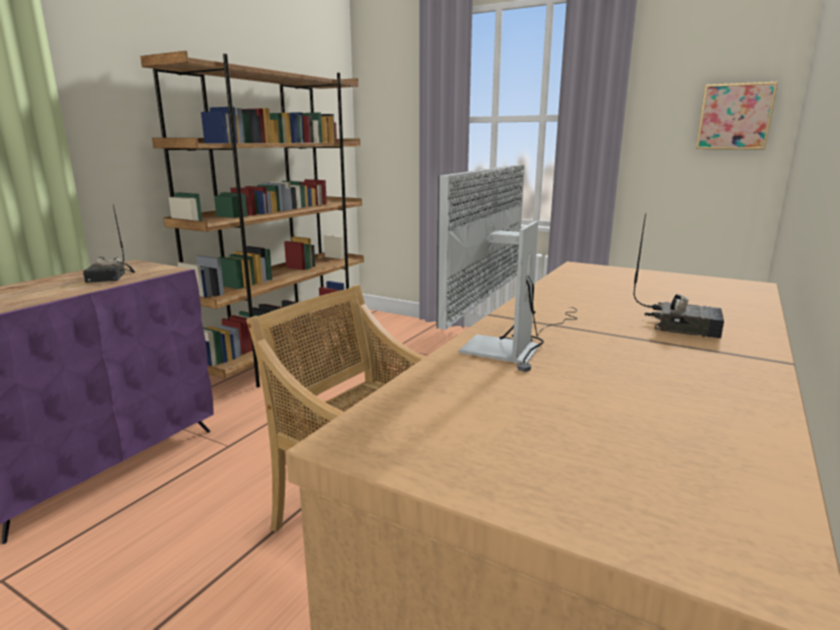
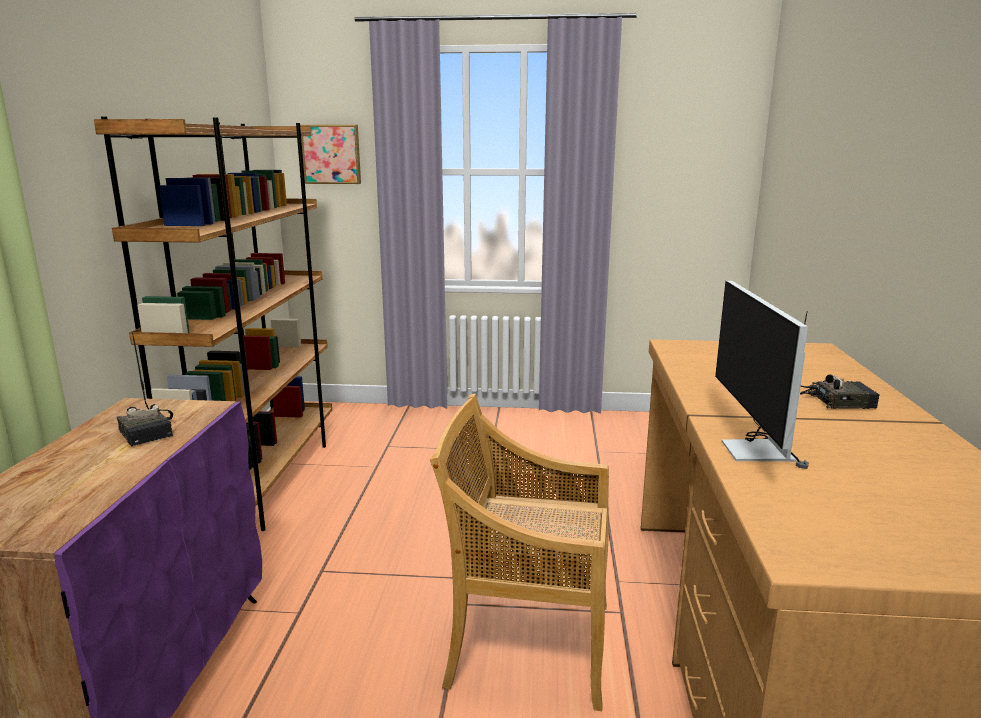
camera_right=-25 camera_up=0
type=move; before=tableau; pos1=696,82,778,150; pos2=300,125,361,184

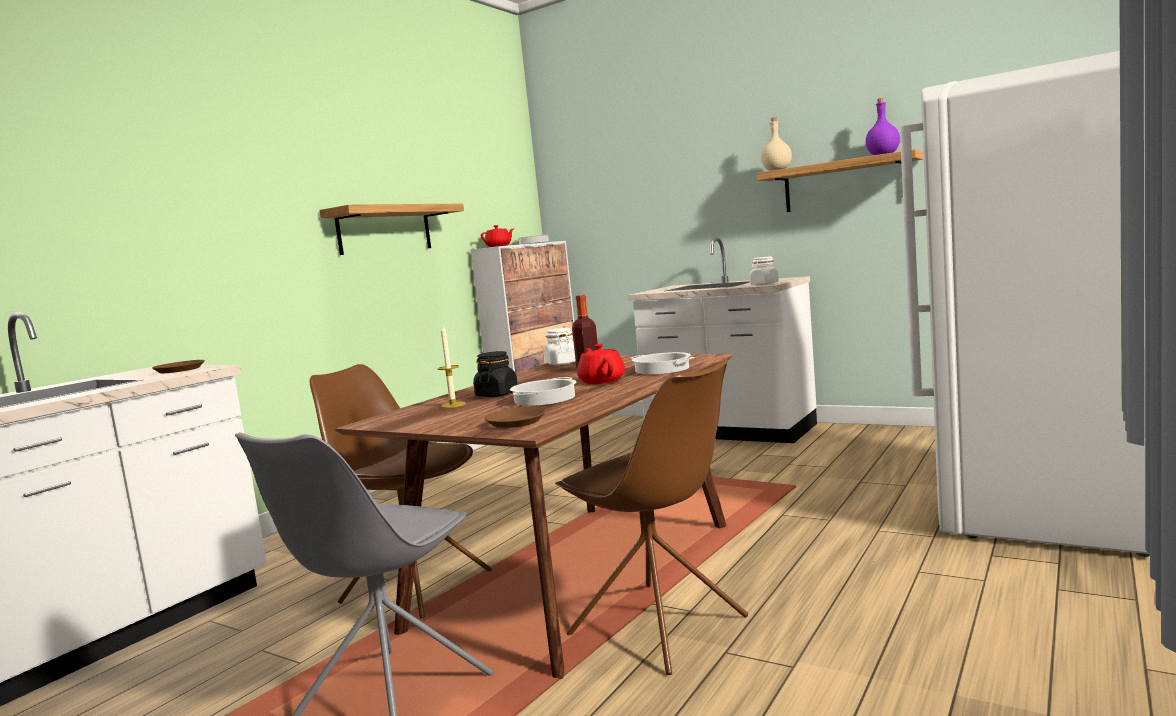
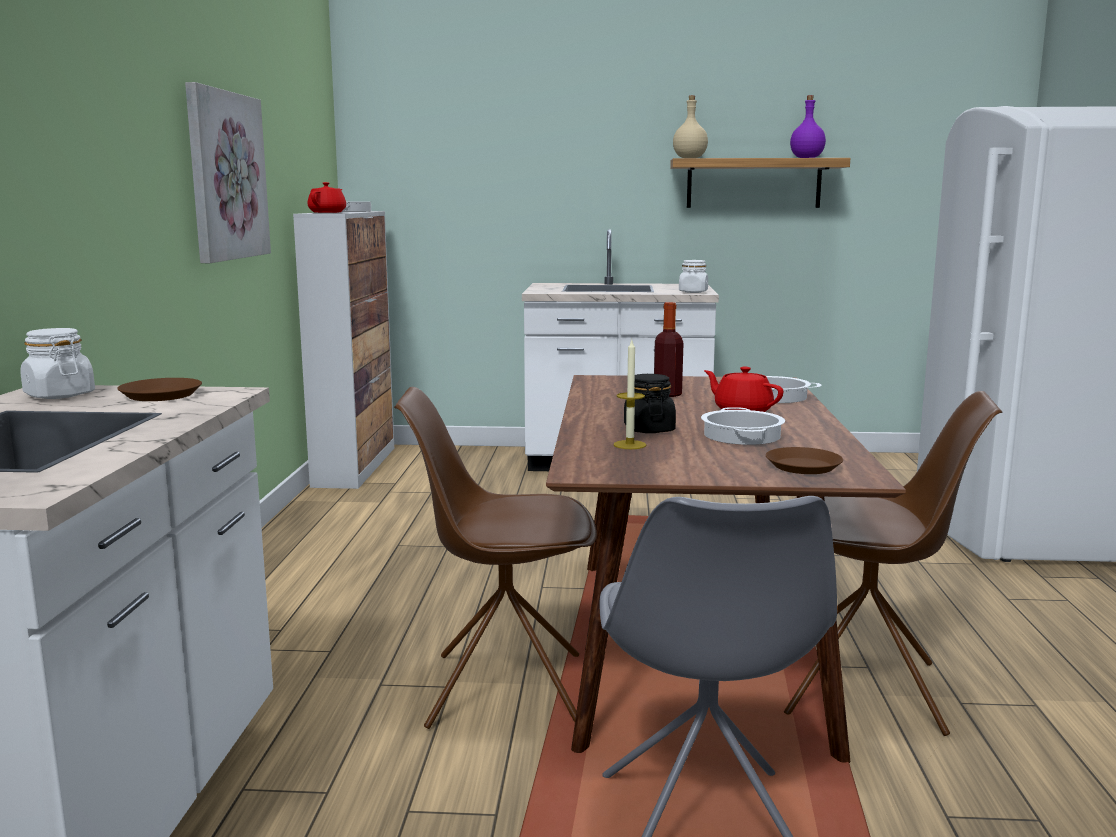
camera_right=-30 camera_up=5
type=move; before=bocal [blanc]; pos1=544,328,576,365; pos2=20,328,95,399
type=replace; before=étagère; after=tableau; pos1=319,204,464,255; pos2=185,82,271,263

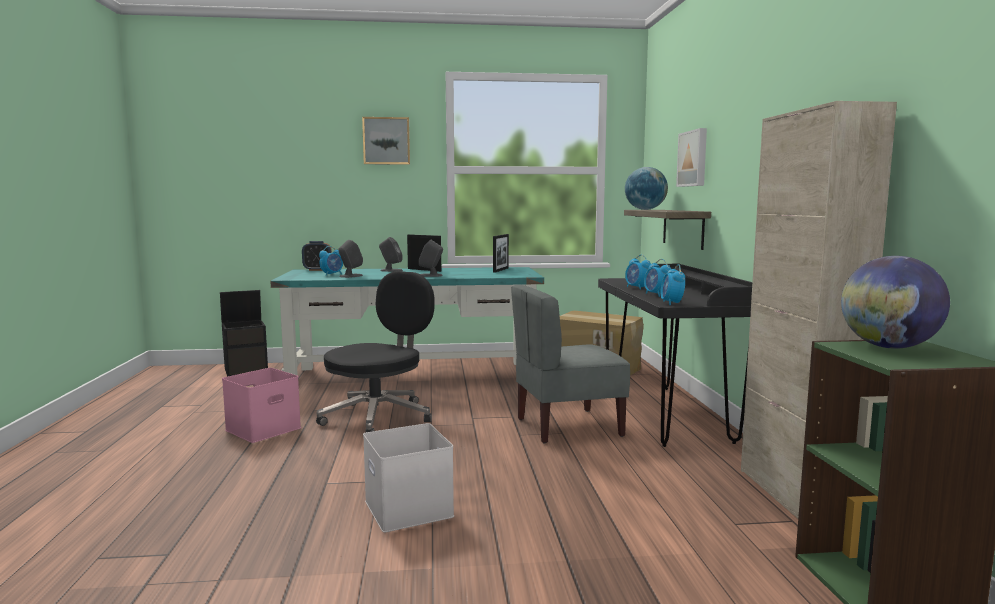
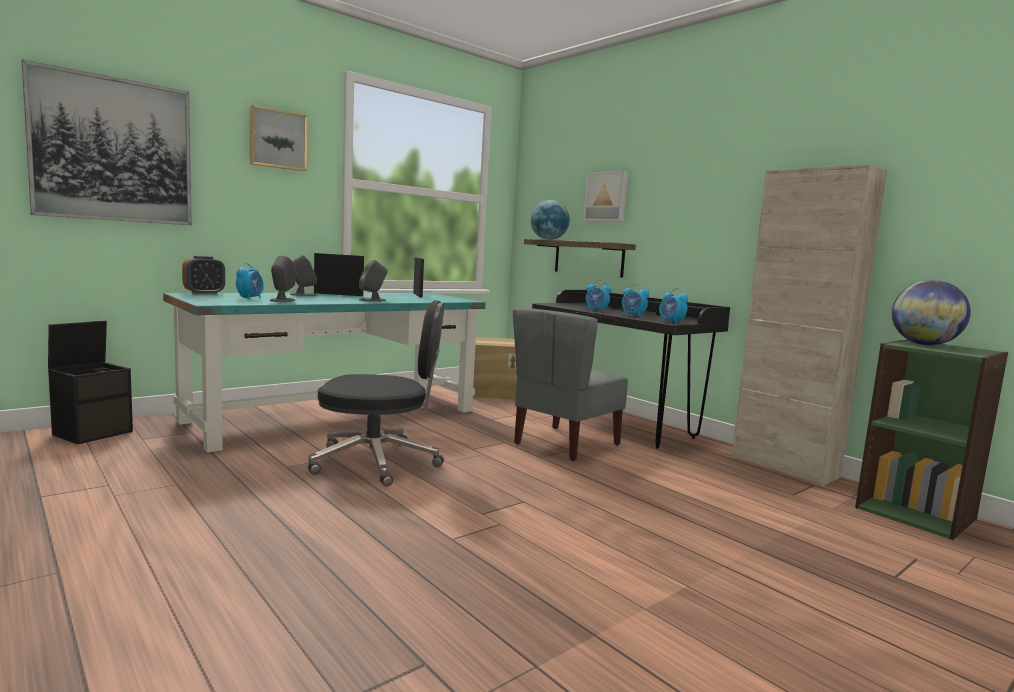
camera_right=-35 camera_up=0
type=insert; after=tableau; pos2=22,59,192,225
type=rotate; before=chaise de bureau [noir]; pos1=316,271,435,433; pos2=308,300,444,486; turn=90
type=delete; before=boîte de rangement [rose]; pos1=222,368,301,443
type=delete; before=boîte de rangement [blanc]; pos1=363,423,454,532

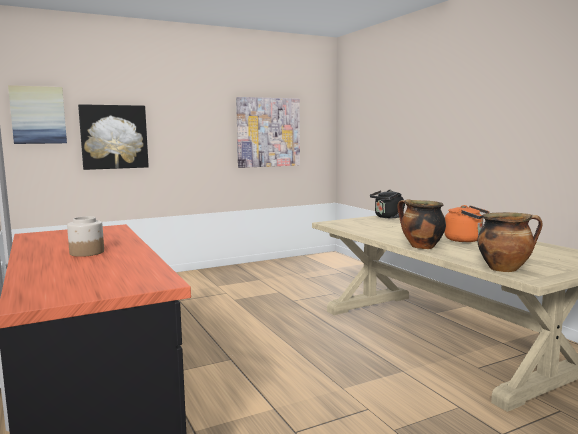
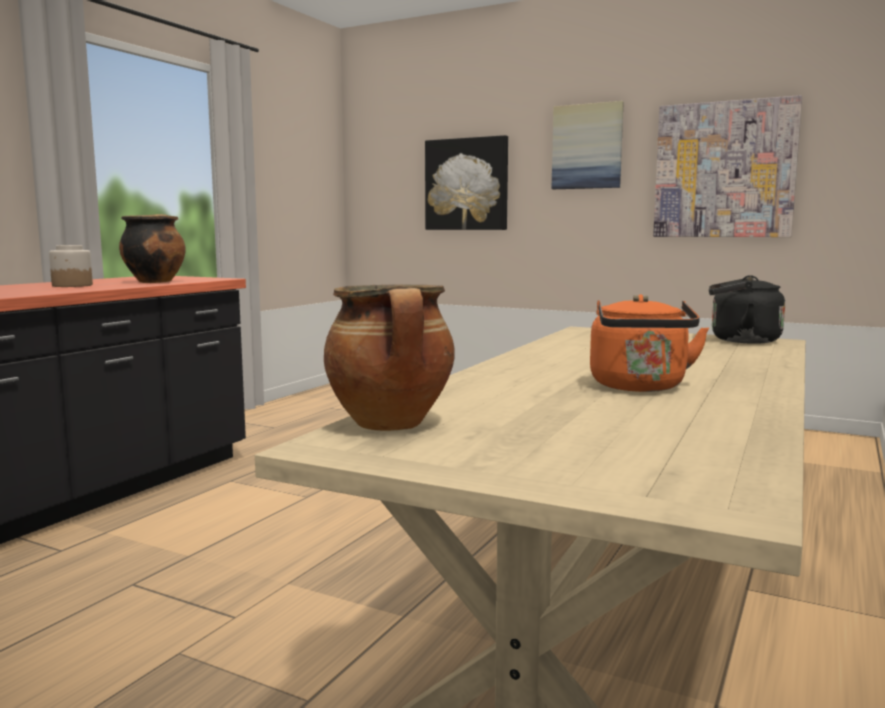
camera_right=55 camera_up=0
type=move; before=marmite; pos1=397,199,446,249; pos2=119,214,186,283
type=move; before=tableau; pos1=8,85,67,144; pos2=552,101,624,189

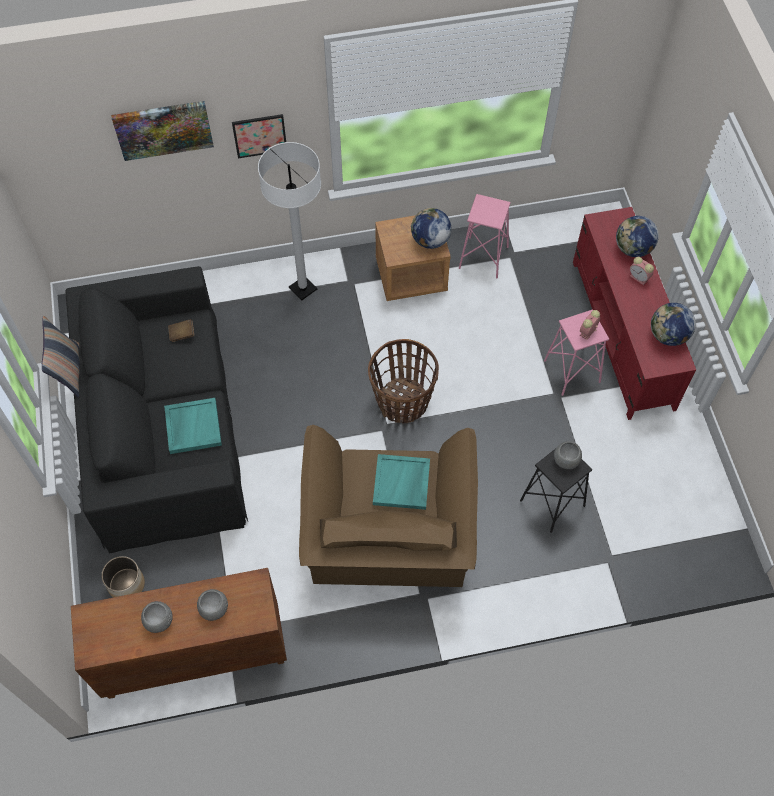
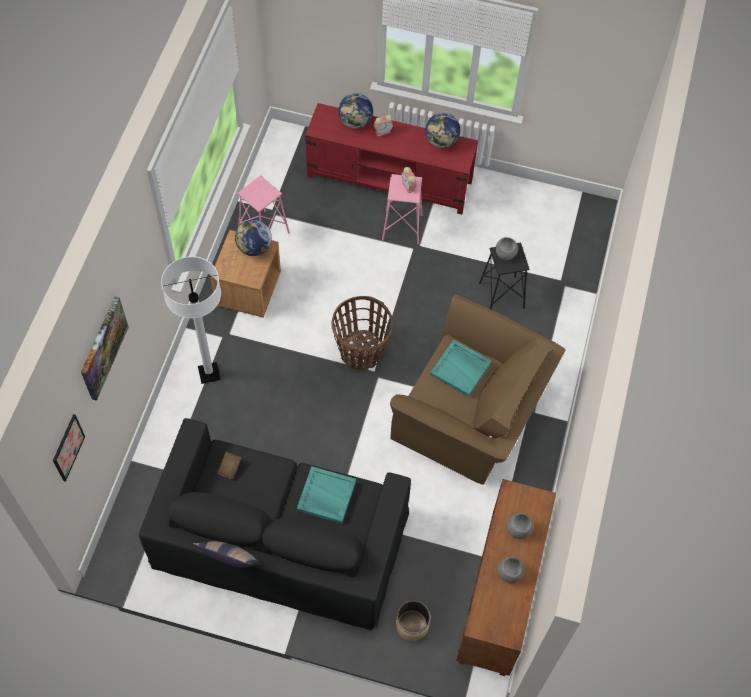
camera_right=-65 camera_up=0
type=move; before=tableau; pos1=232,114,286,158; pos2=53,414,85,482

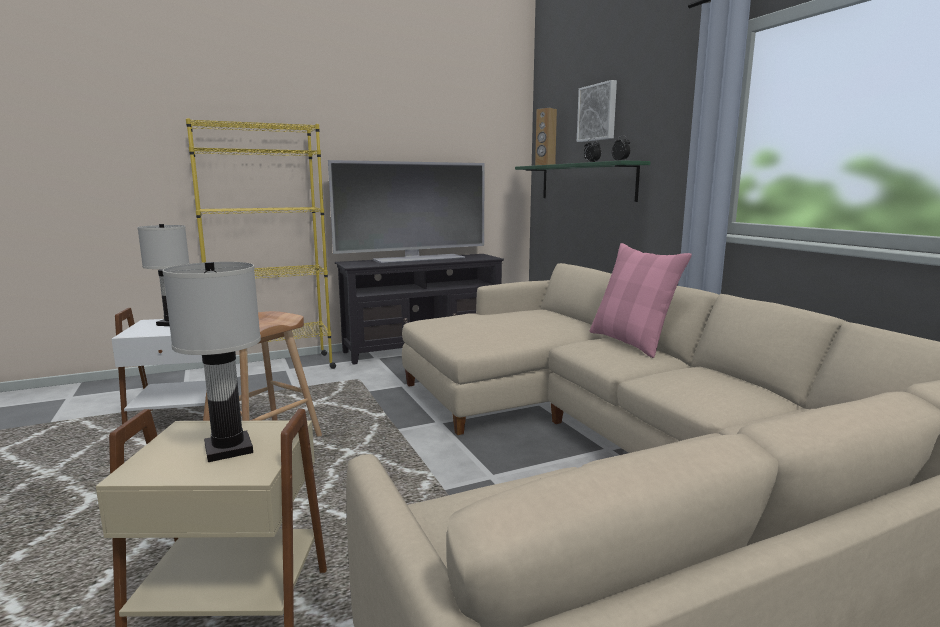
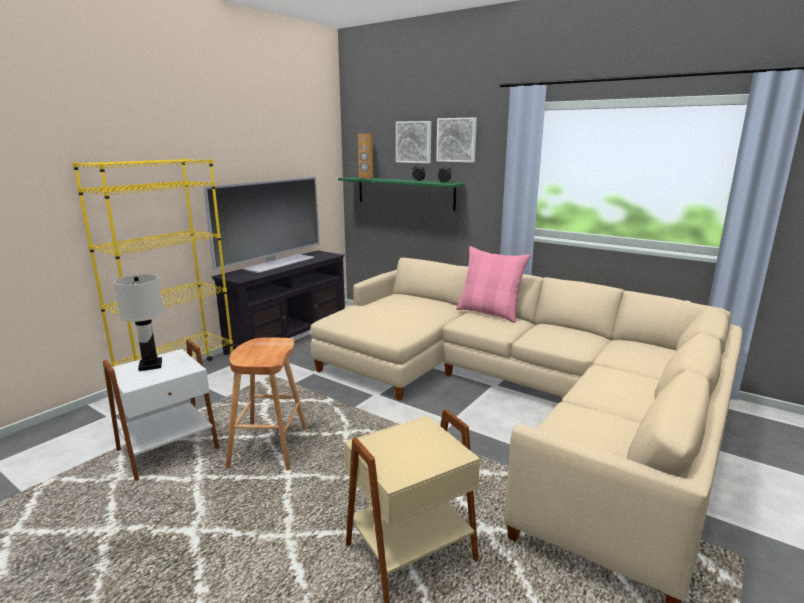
camera_right=-30 camera_up=5
type=insert; after=tableau; pos2=436,118,477,163
type=delete; before=lampe de table [blanc]; pos1=162,262,261,462

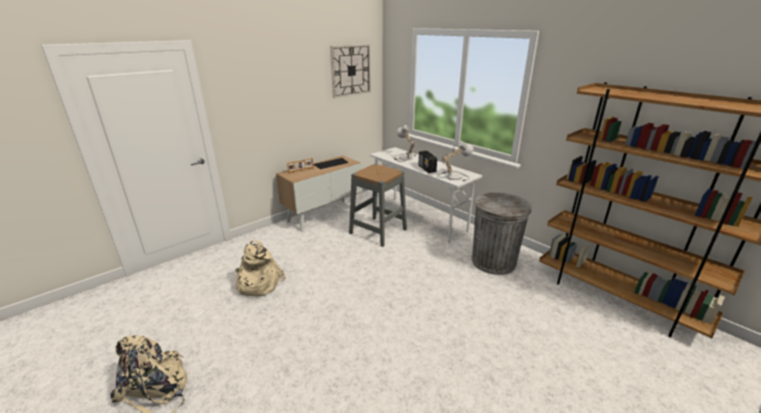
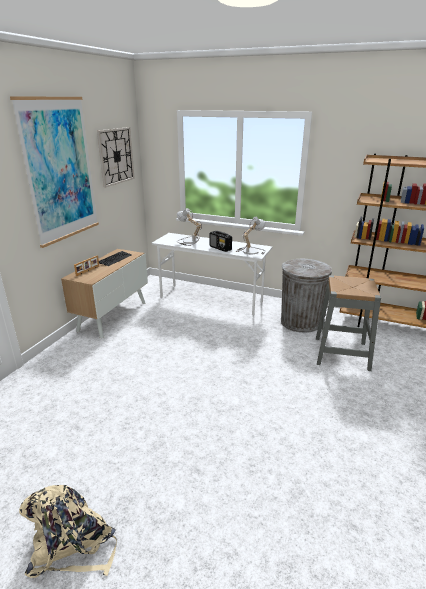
camera_right=-25 camera_up=0
type=insert; after=tableau; pos2=10,96,99,248
type=move; before=tabouret [gris]; pos1=349,164,407,247; pos2=316,275,381,371
type=delete; before=sac à dos [beige]; pos1=235,240,286,297

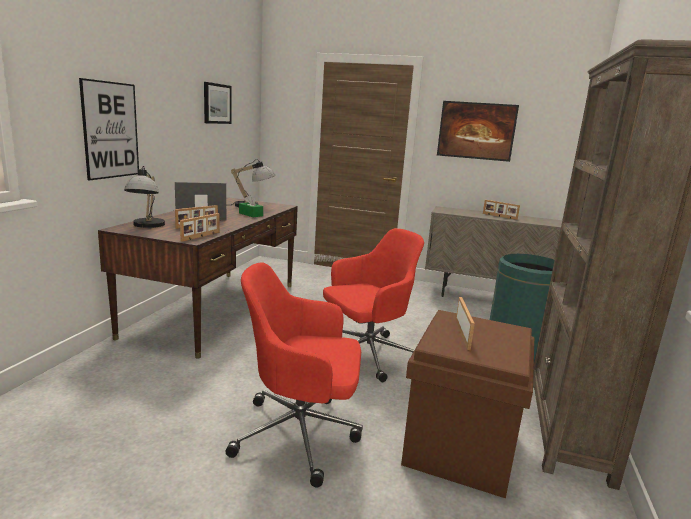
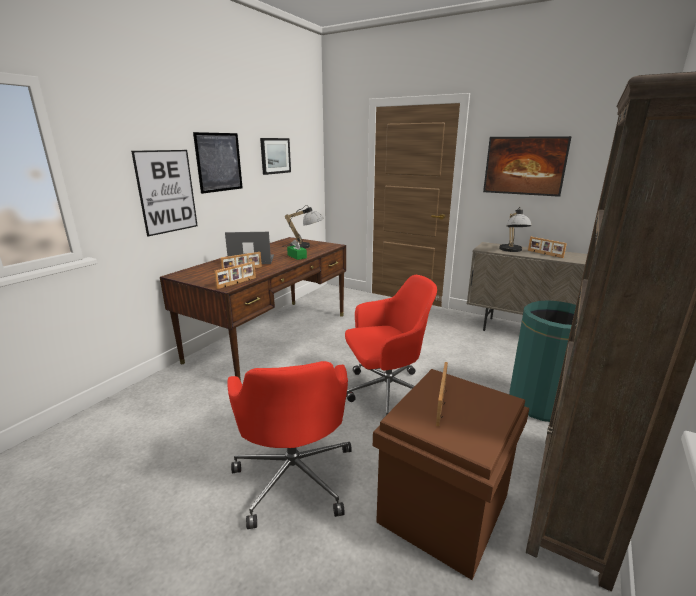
camera_right=15 camera_up=5
type=insert; after=tableau; pos2=193,132,243,194
type=rotate; before=chaise de bureau [rouge]; pos1=226,262,363,487; pos2=227,361,352,529; turn=-120
type=move; before=lampe de table; pos1=124,166,165,228; pos2=499,207,532,252

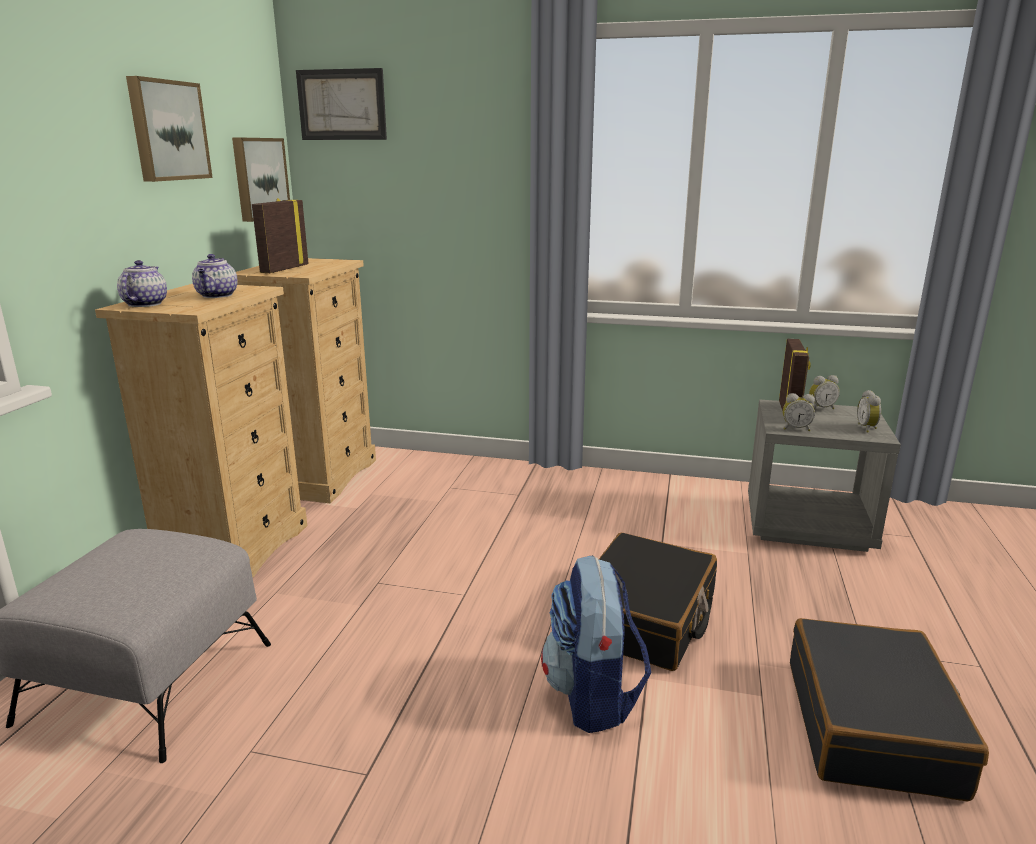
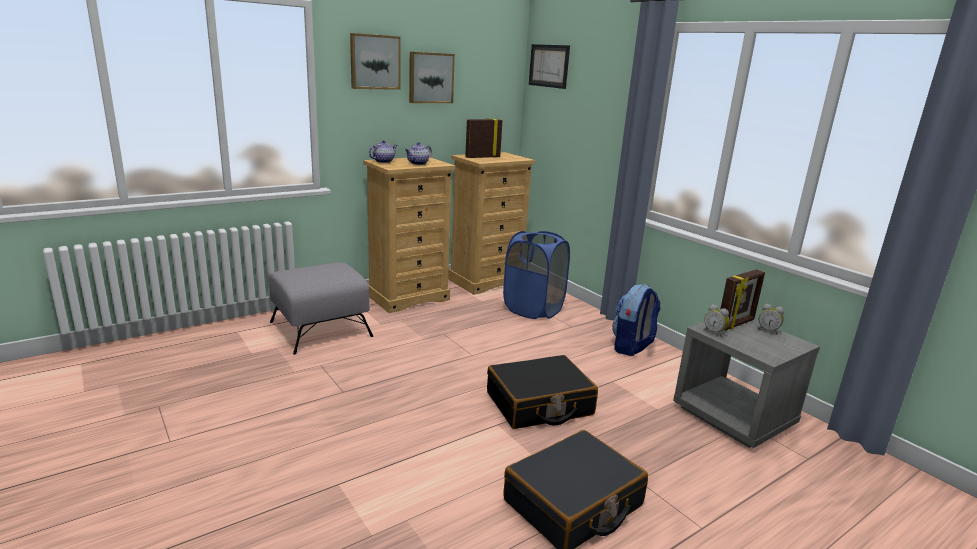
camera_right=40 camera_up=0
type=move; before=tableau; pos1=232,138,290,222; pos2=350,33,401,90
type=insert; after=panier à linge [bleu]; pos2=503,231,570,319
type=move; before=sac à dos; pos1=541,555,651,733; pos2=612,284,661,356
type=delete; before=réveil; pos1=857,390,881,433

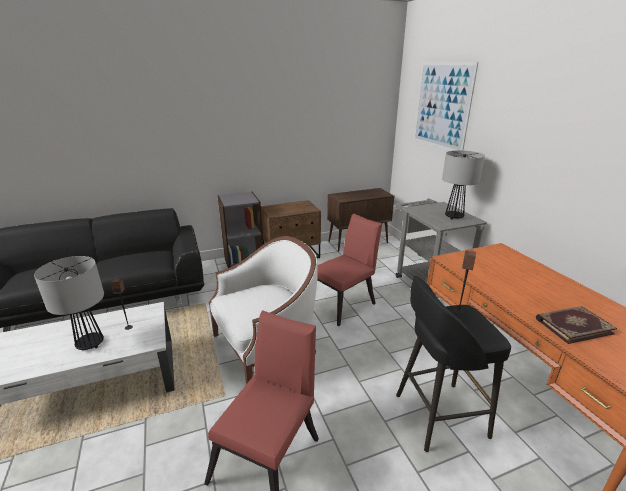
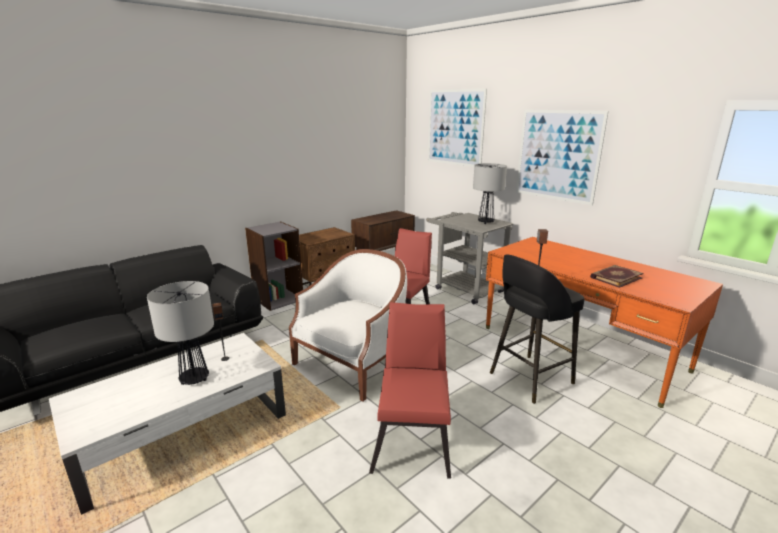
camera_right=-20 camera_up=-5
type=insert; after=tableau; pos2=516,109,609,205

